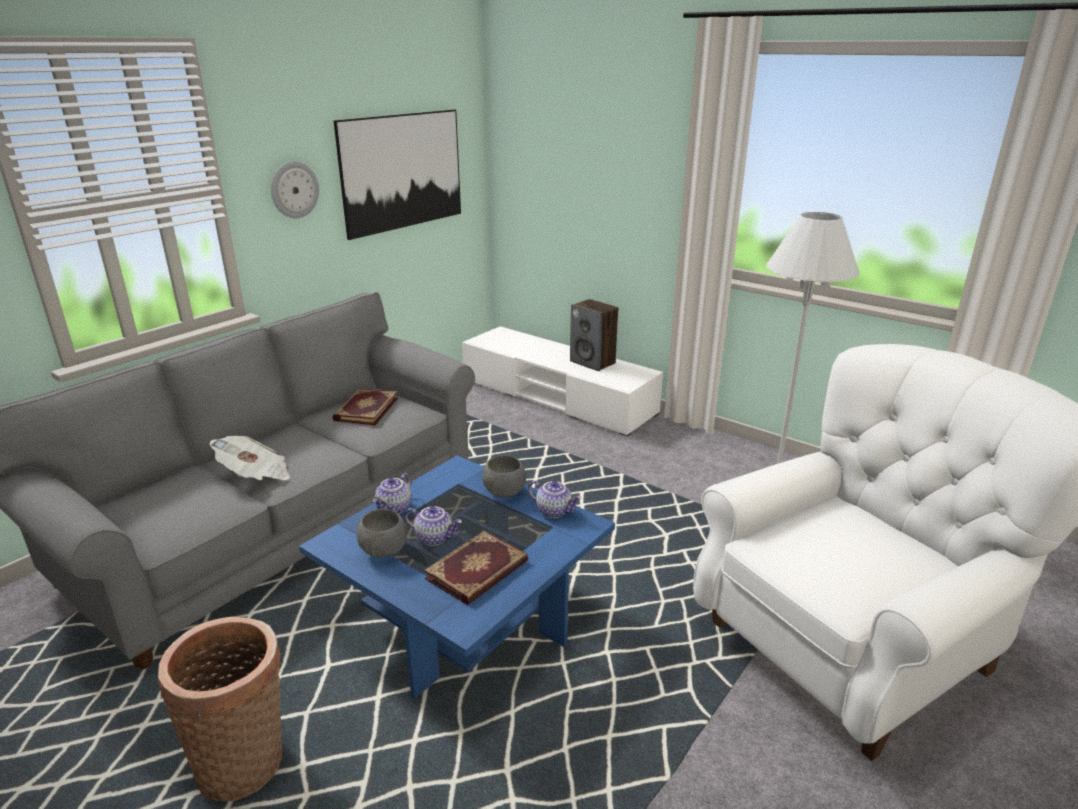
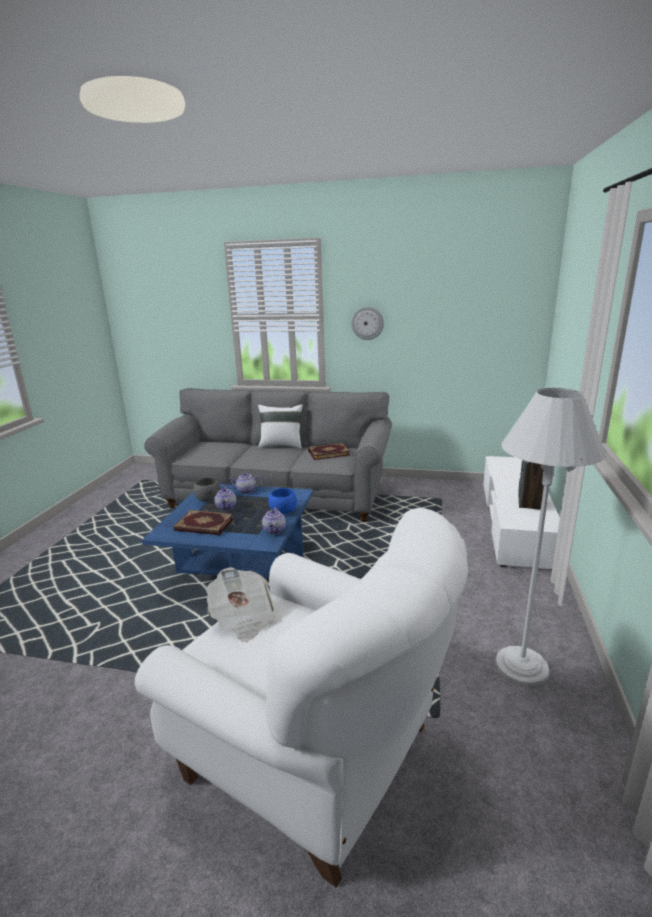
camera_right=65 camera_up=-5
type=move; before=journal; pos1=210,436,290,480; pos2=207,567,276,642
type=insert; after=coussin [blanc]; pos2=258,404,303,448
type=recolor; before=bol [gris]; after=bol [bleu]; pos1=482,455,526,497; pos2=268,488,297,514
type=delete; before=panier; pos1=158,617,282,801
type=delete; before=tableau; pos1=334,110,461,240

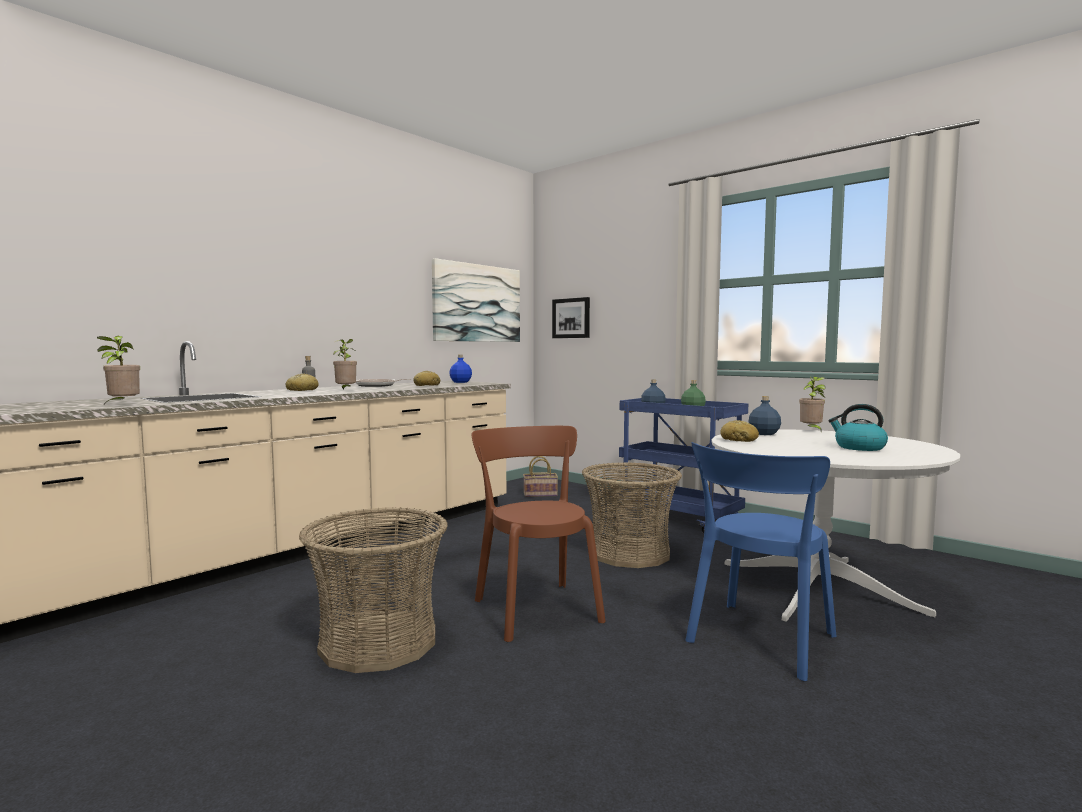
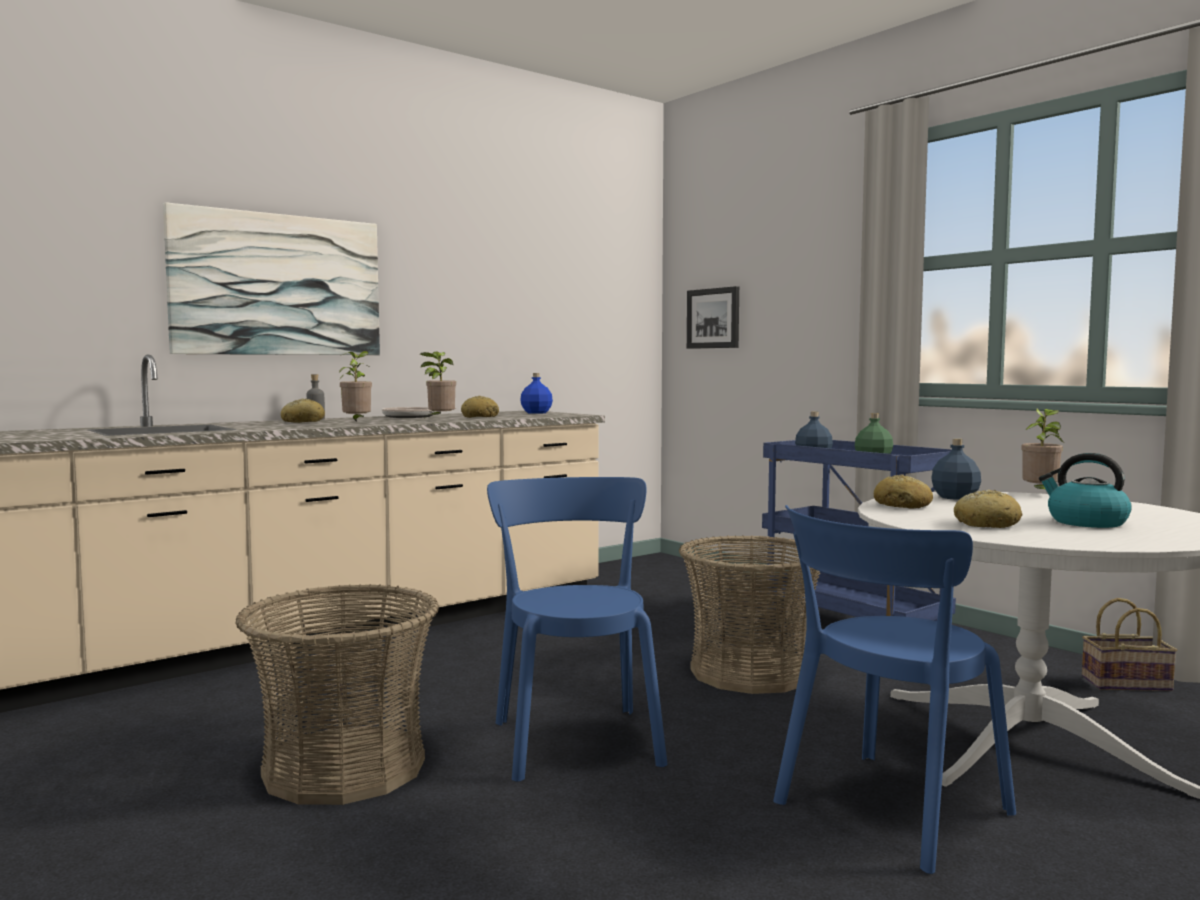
camera_right=10 camera_up=0
type=move; before=tableau; pos1=432,258,520,342; pos2=163,202,380,355
type=move; before=plante en pot; pos1=97,336,140,406; pos2=420,352,456,417
type=recolor; before=chaise [marron]; after=chaise [bleu]; pos1=472,426,606,642; pos2=487,477,667,782
type=insert; after=pain; pos2=954,489,1023,528
type=move; before=panier; pos1=523,456,558,497; pos2=1082,598,1177,691

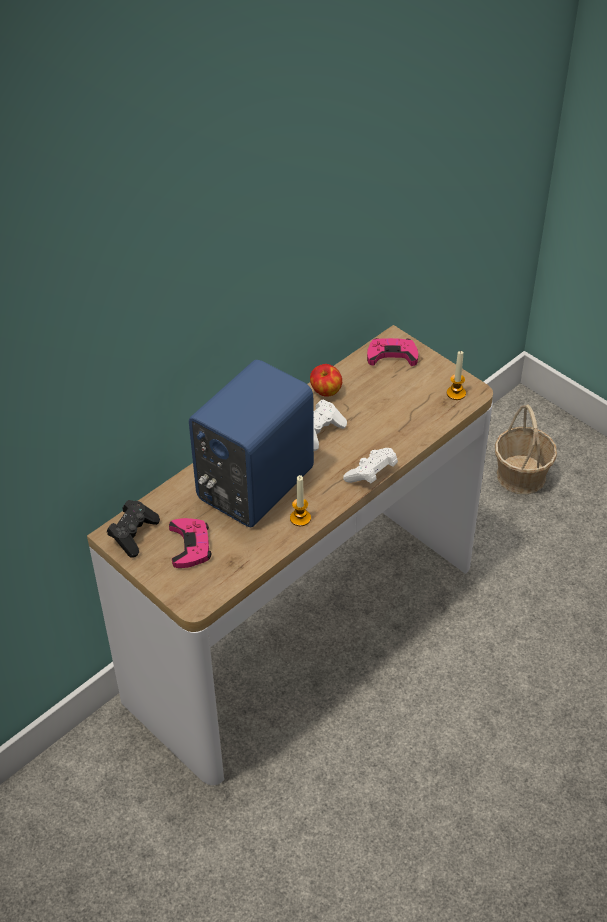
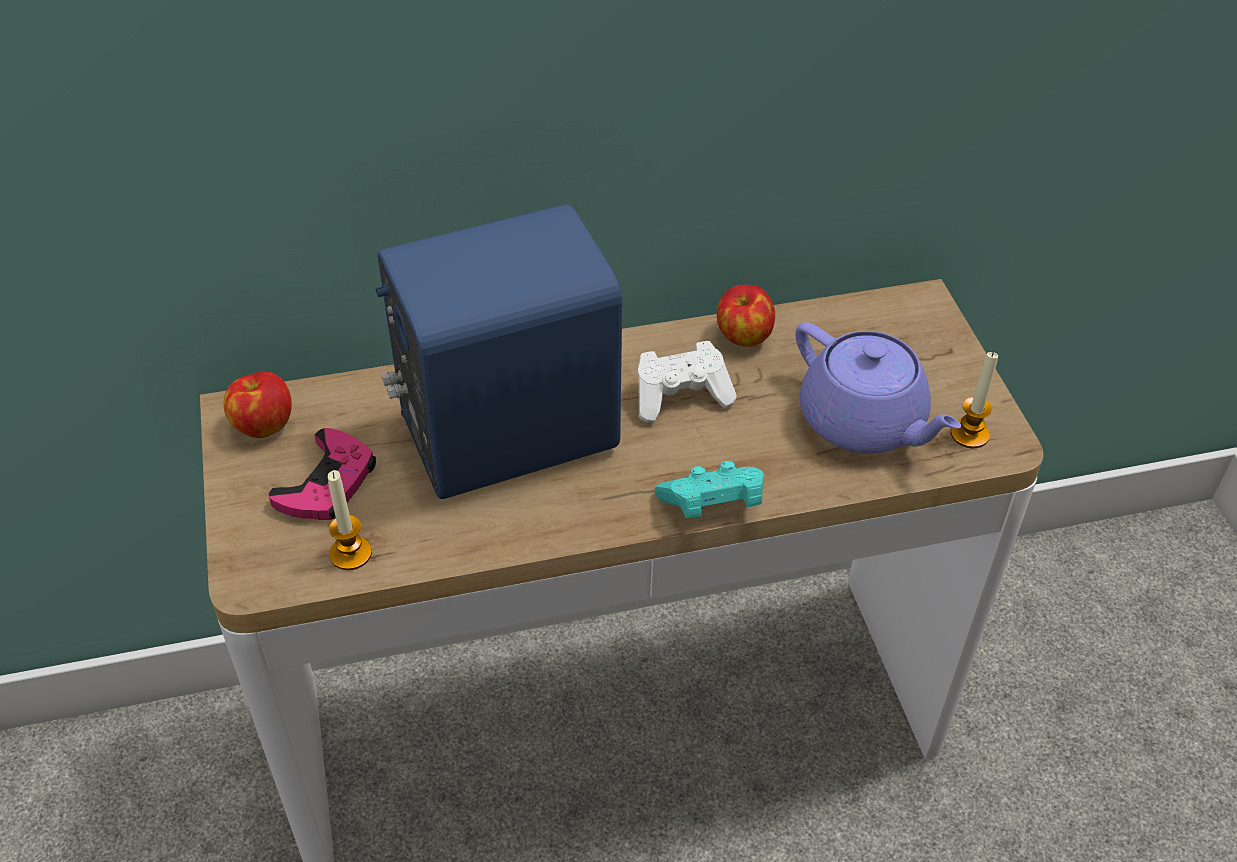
camera_right=30 camera_up=0
type=replace; before=manette [noir]; after=pomme; pos1=107,500,160,558; pos2=224,371,292,438
type=move; before=bougie; pos1=290,475,311,526; pos2=328,470,372,570
type=recolor; before=manette [blanc]; after=manette [turquoise]; pos1=343,448,398,483; pos2=655,461,764,518
type=insert; after=théière [violet]; pos2=795,322,961,453
type=delete; before=manette [rose]; pos1=367,338,418,366
type=delete; before=panier; pos1=495,404,557,494

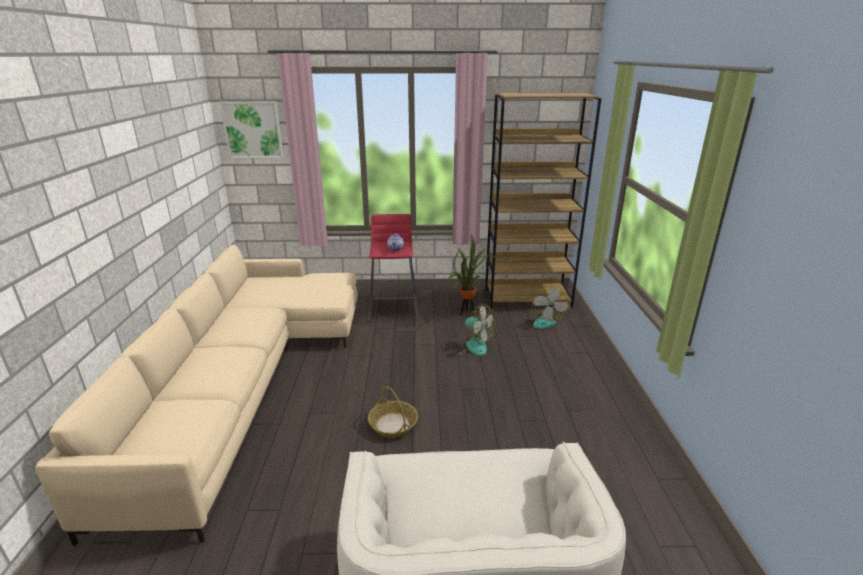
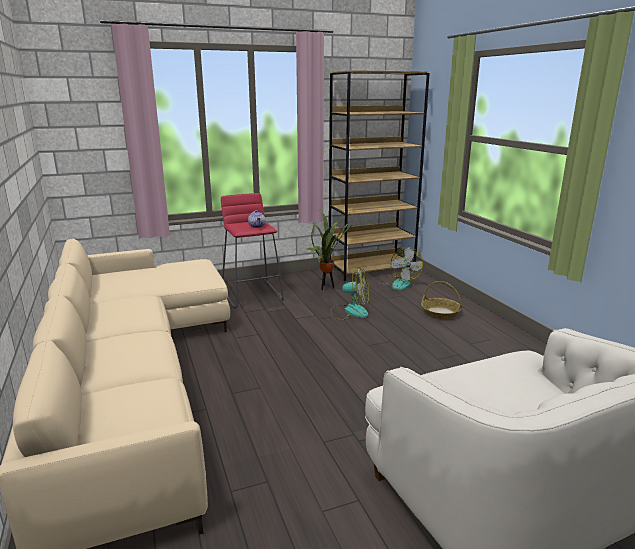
camera_right=-20 camera_up=-5
type=move; before=panier; pos1=368,386,418,438; pos2=421,281,462,319
type=delete; before=tableau; pos1=220,102,283,159

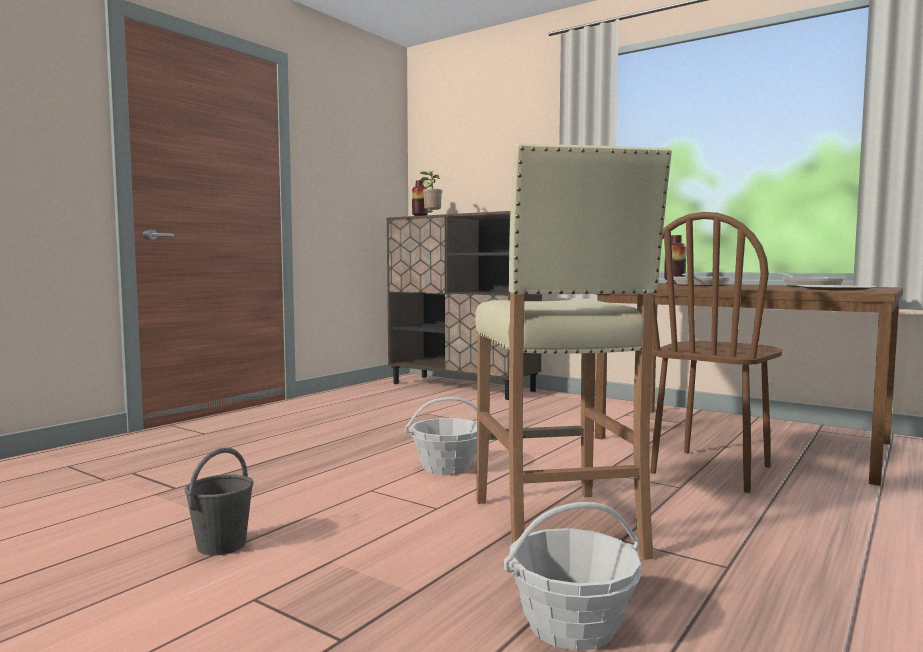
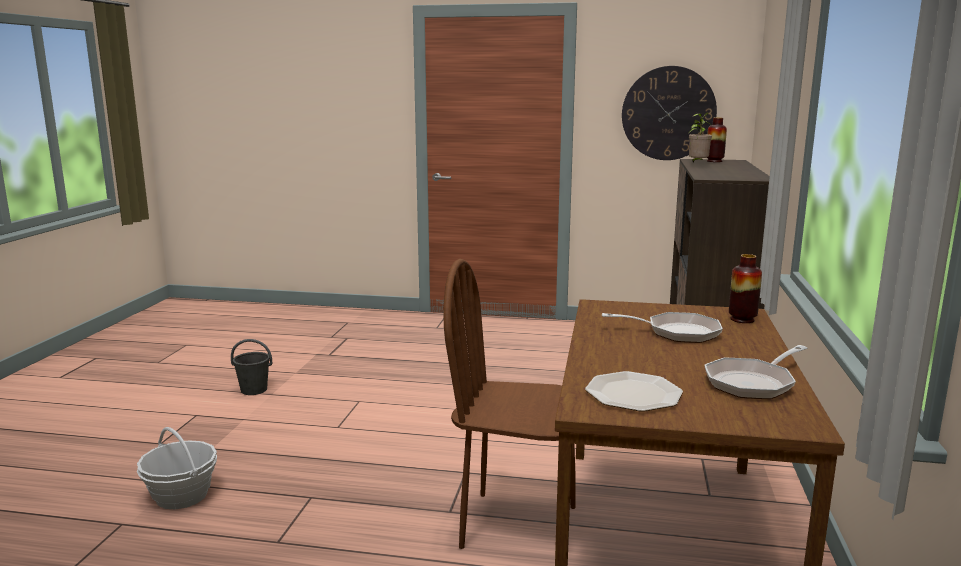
camera_right=65 camera_up=10
type=insert; after=horloge murale; pos2=622,66,717,160
type=delete; before=panier; pos1=405,397,477,475
type=delete; before=tabouret [beige]; pos1=475,143,672,560

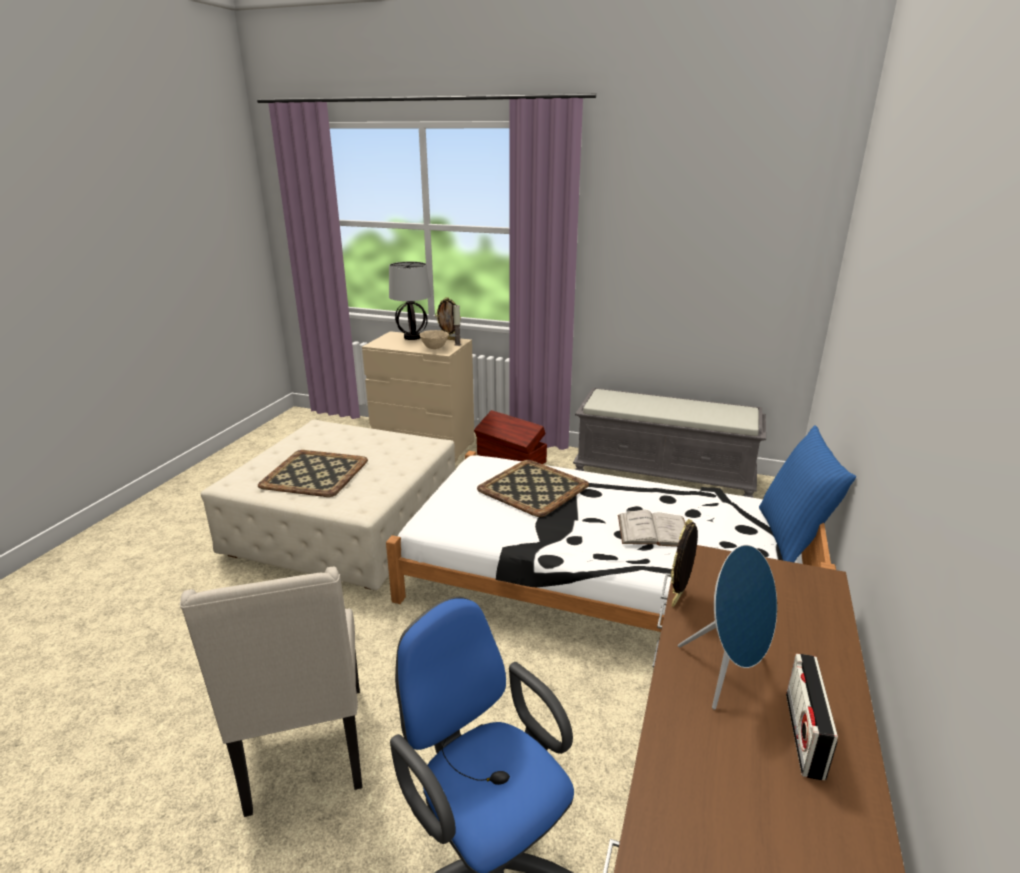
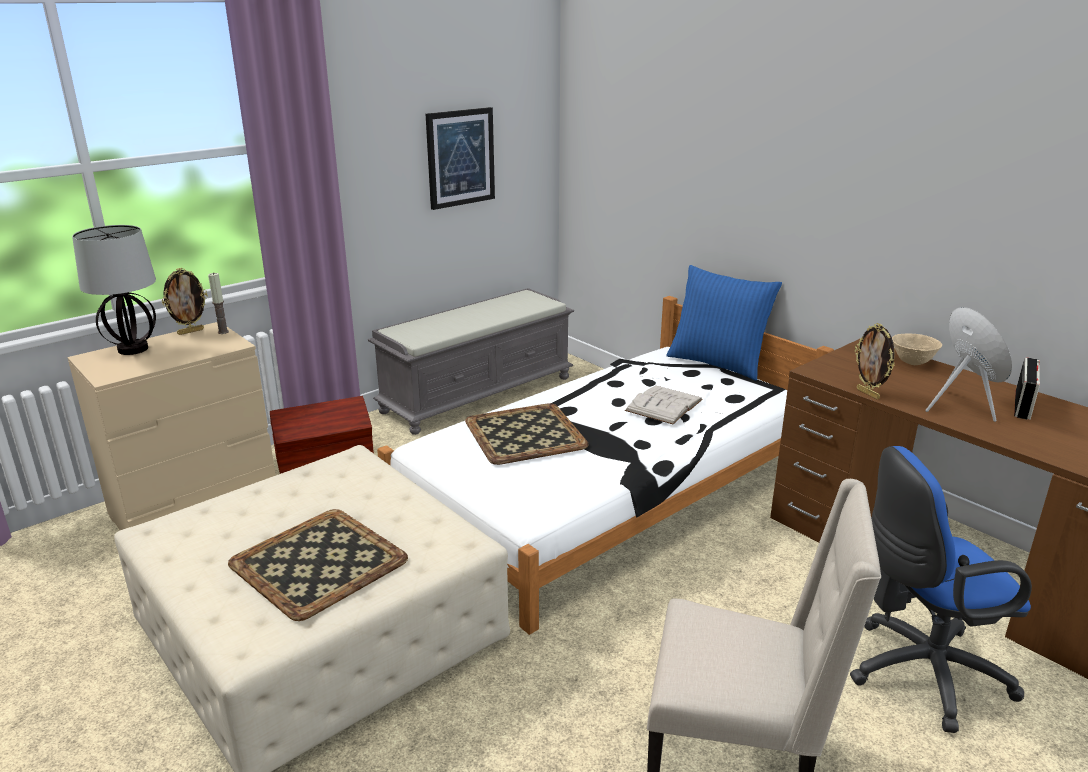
camera_right=-60 camera_up=0
type=insert; after=tableau; pos2=425,107,495,210
type=move; before=bol [beige]; pos1=419,330,449,349; pos2=892,334,942,365
type=rotate; before=radio; pos1=786,654,838,780; pos2=1014,358,1040,420; turn=-105

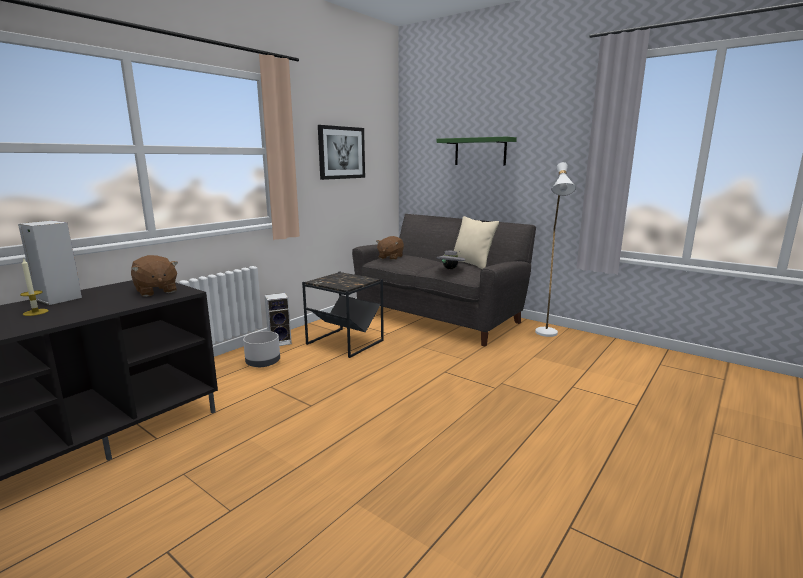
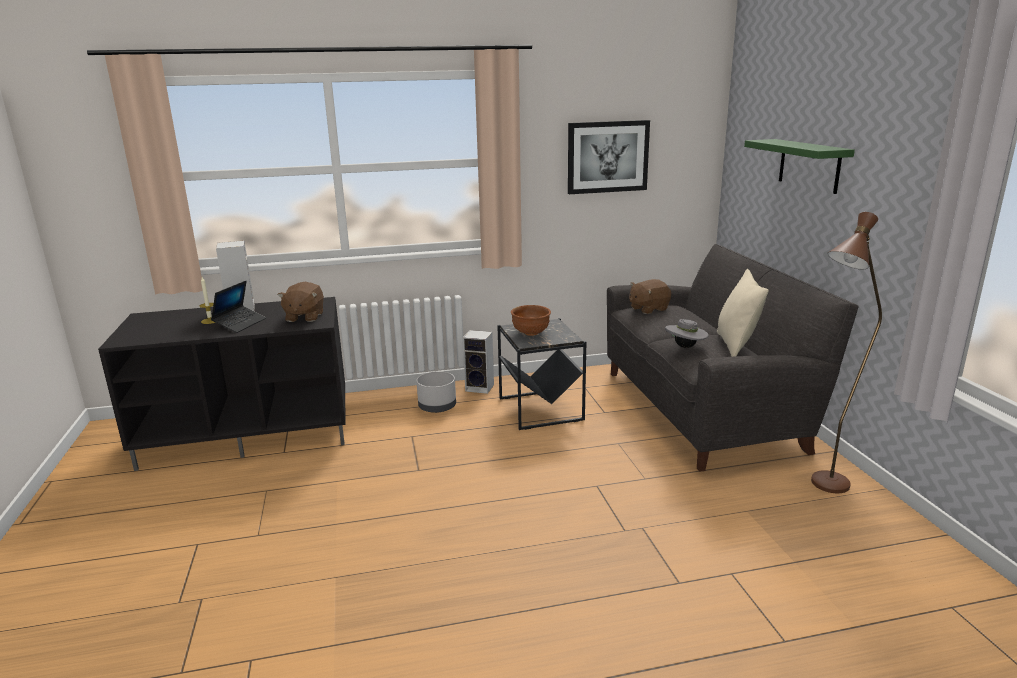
camera_right=40 camera_up=5
type=insert; after=ordinateur portable; pos2=211,281,266,333
type=insert; after=bol [marron]; pos2=511,305,551,336
type=recolor; before=lampadaire [blanc]; after=lampadaire [marron]; pos1=535,162,576,337; pos2=811,212,882,493

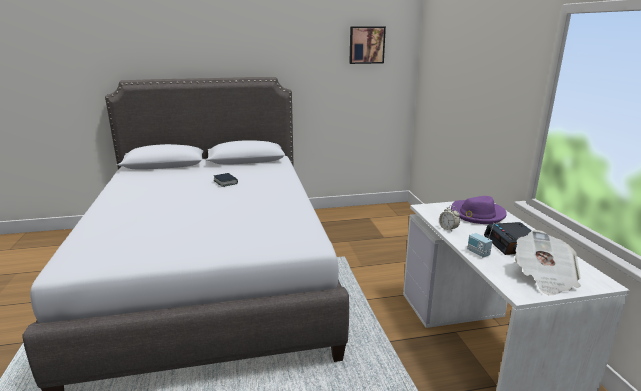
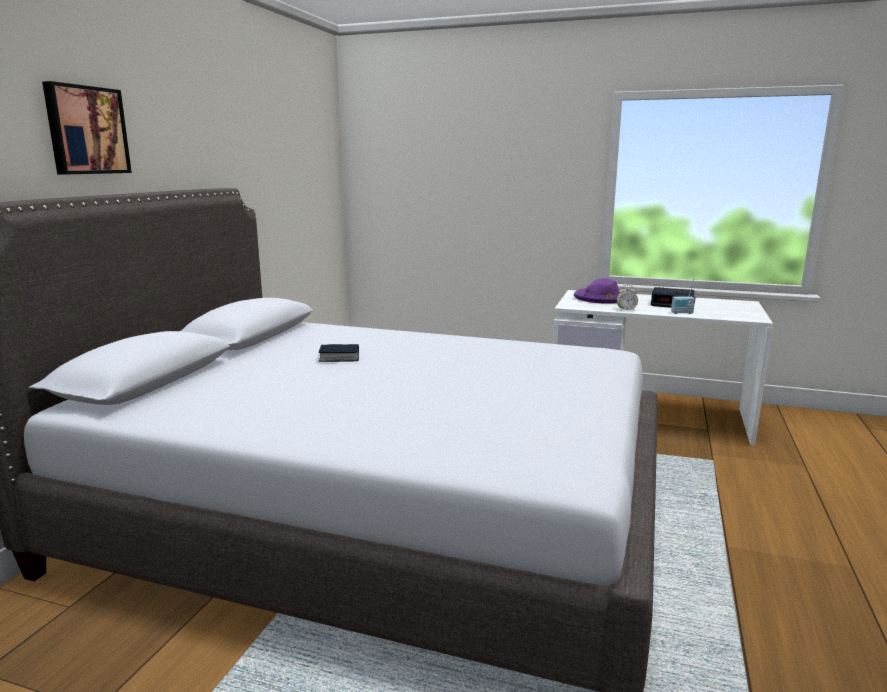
camera_right=-60 camera_up=-5
type=move; before=tableau; pos1=349,27,386,64; pos2=42,81,132,175
type=delete; before=journal; pos1=515,230,581,295

